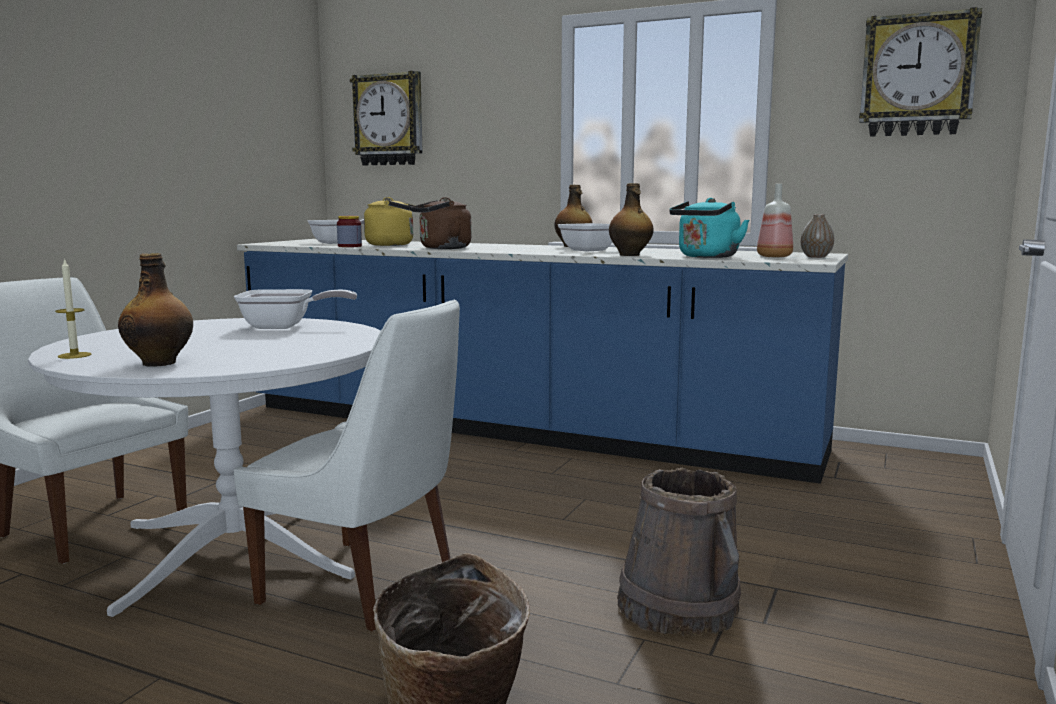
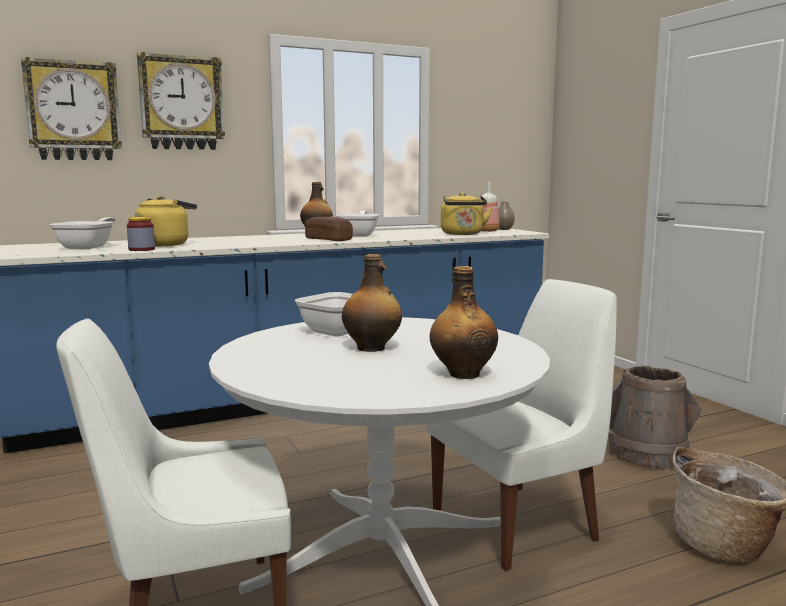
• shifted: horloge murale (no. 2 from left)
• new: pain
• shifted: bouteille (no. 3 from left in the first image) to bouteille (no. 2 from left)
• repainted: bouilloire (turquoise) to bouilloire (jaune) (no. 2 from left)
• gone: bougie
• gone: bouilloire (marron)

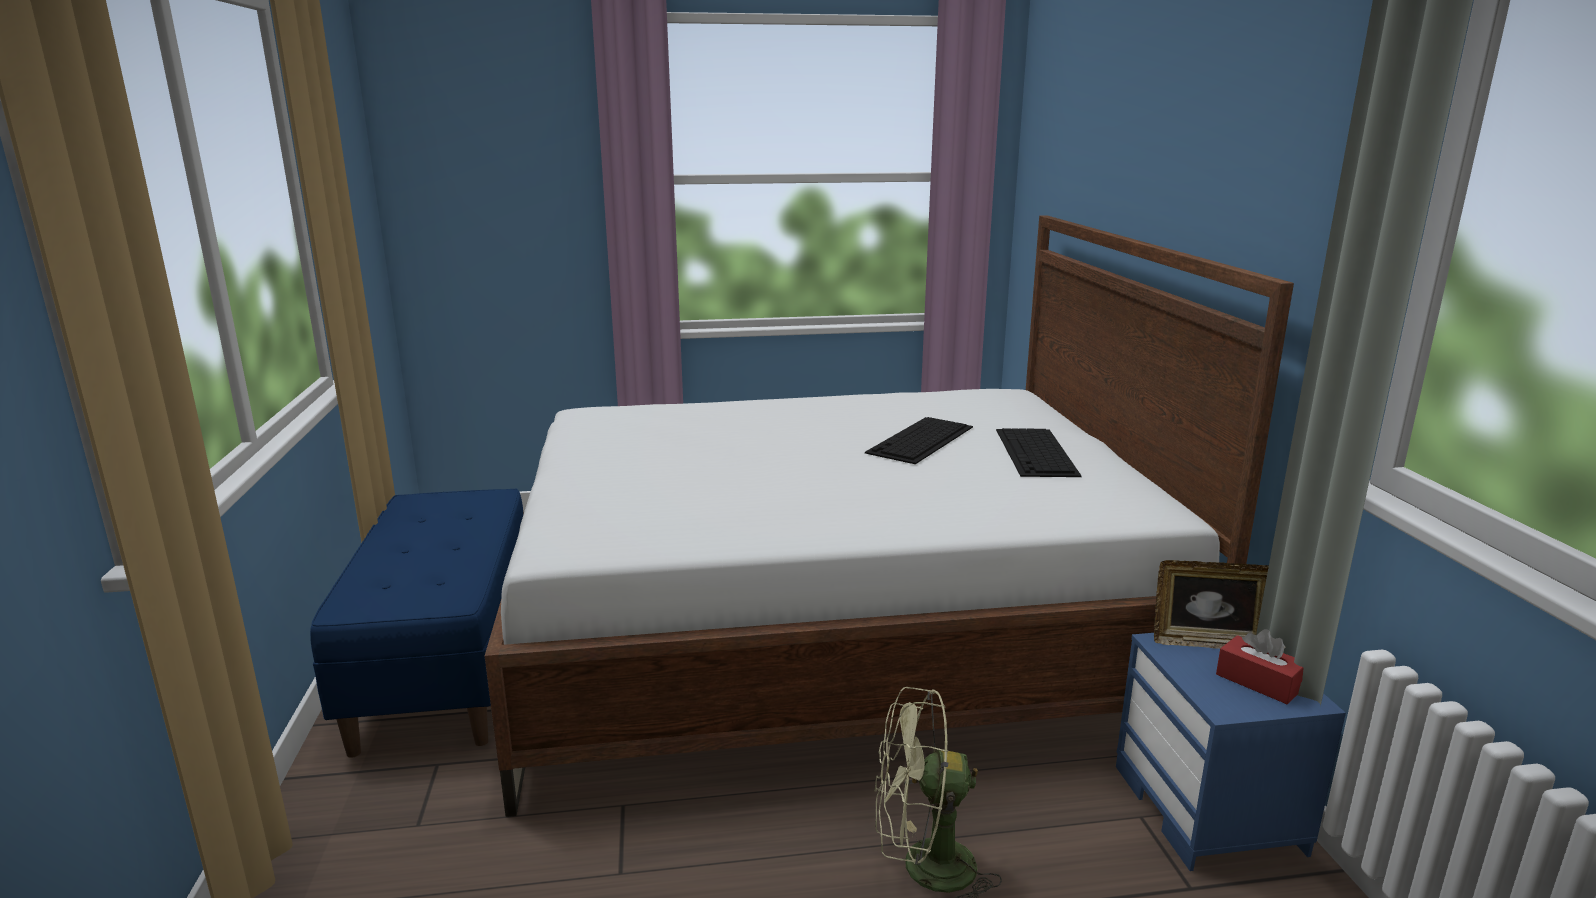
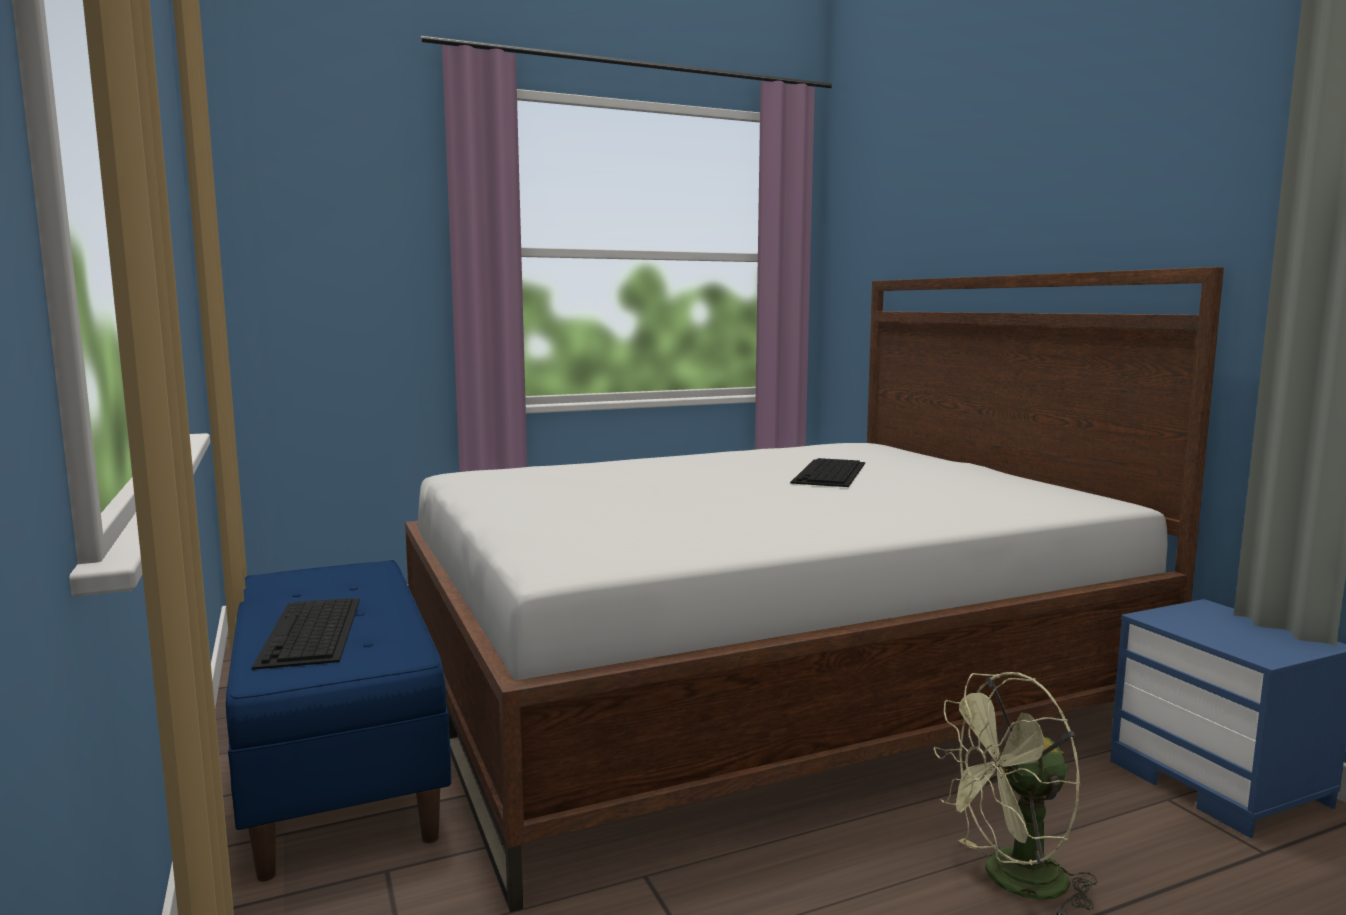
• shifted: clavier (no. 2 from left in the first image) to clavier (no. 1 from left)
• gone: cadre photo
• gone: boîte à mouchoirs (rouge)

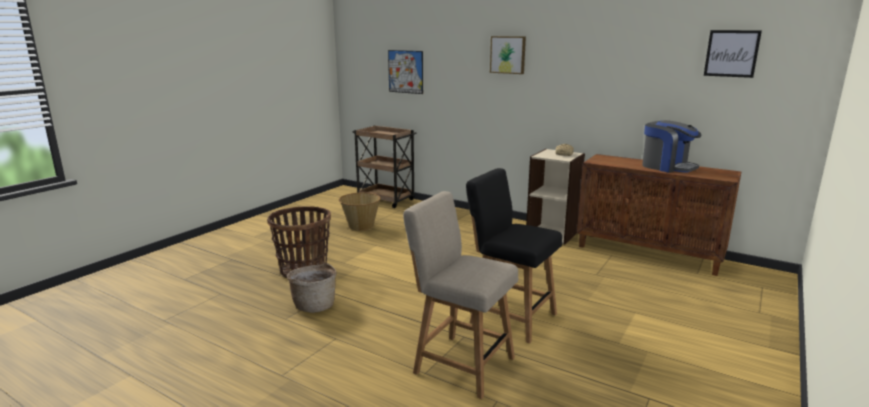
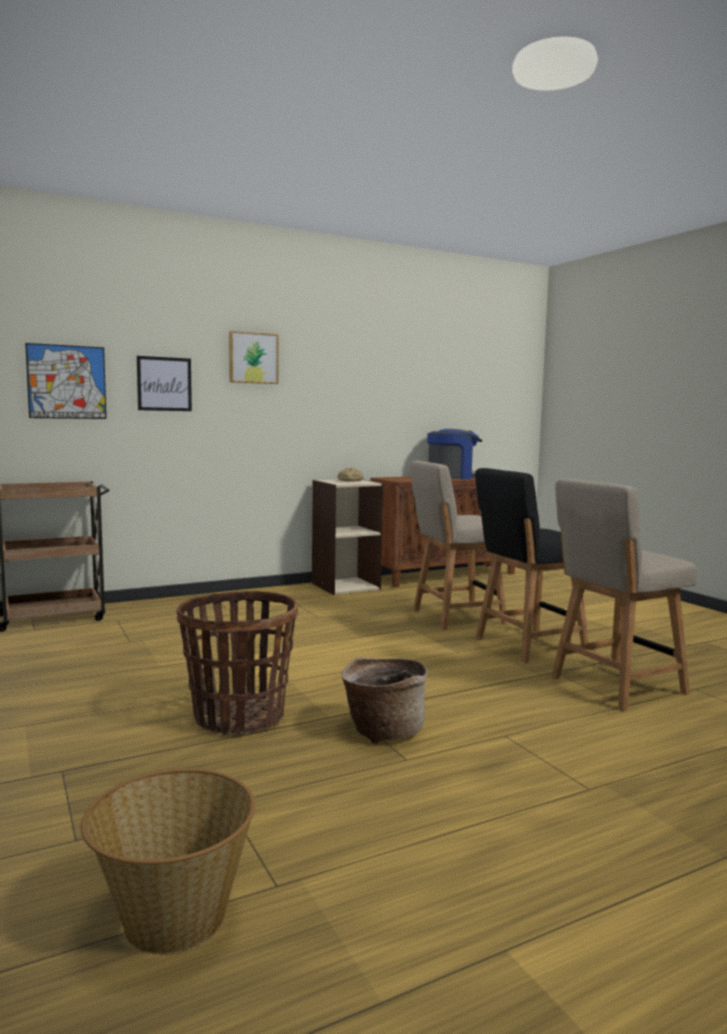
• shifted: panier (no. 3 from left in the first image) to panier (no. 1 from left)
• shifted: tableau (no. 3 from left in the first image) to tableau (no. 2 from left)
• new: chaise (beige) (no. 1 from left)

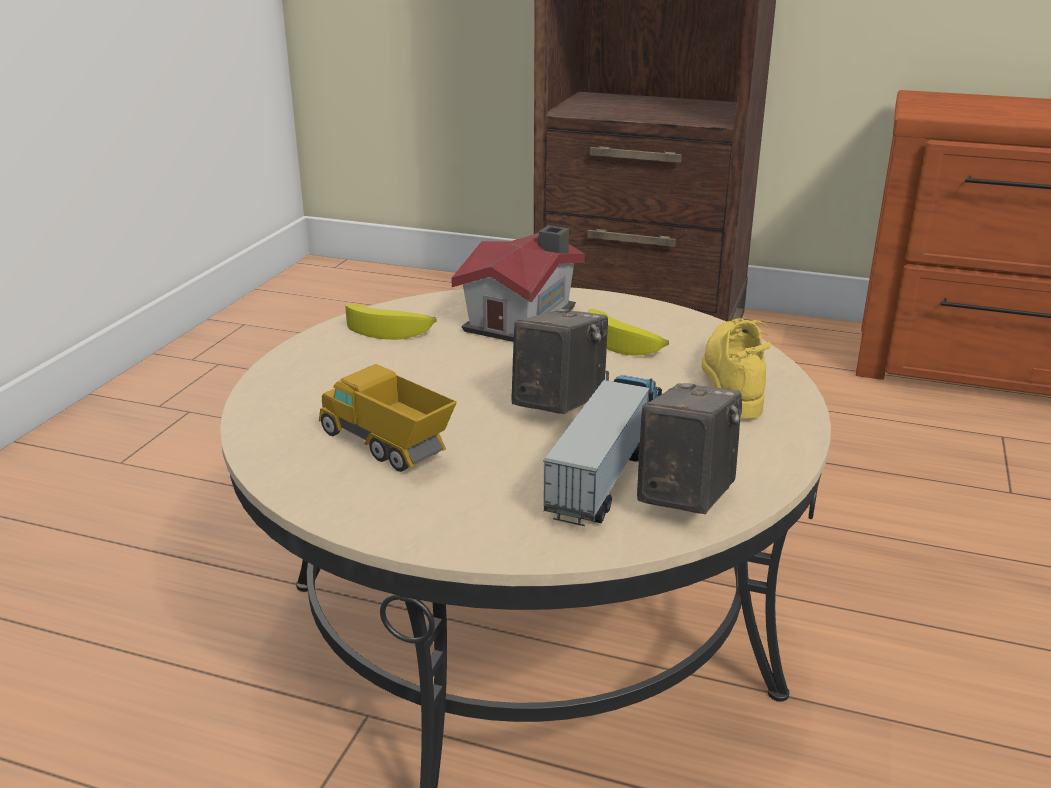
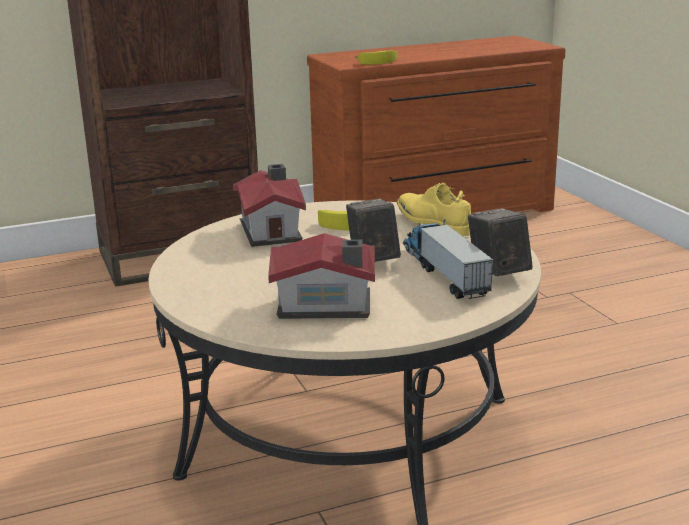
• swapped: camion jouet (no. 1 from left) to maison miniature (no. 2 from left)
• shifted: banane (no. 1 from left in the first image) to banane (no. 2 from left)

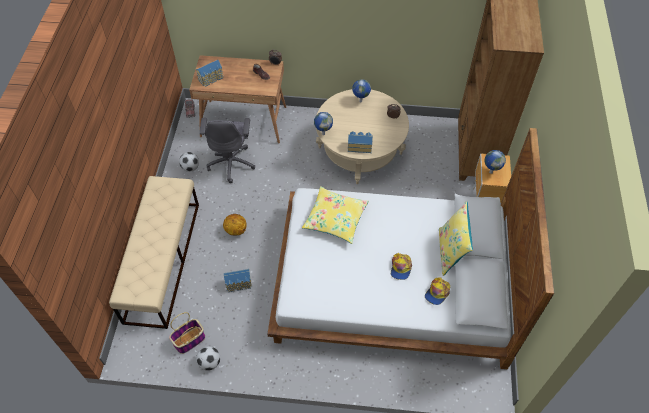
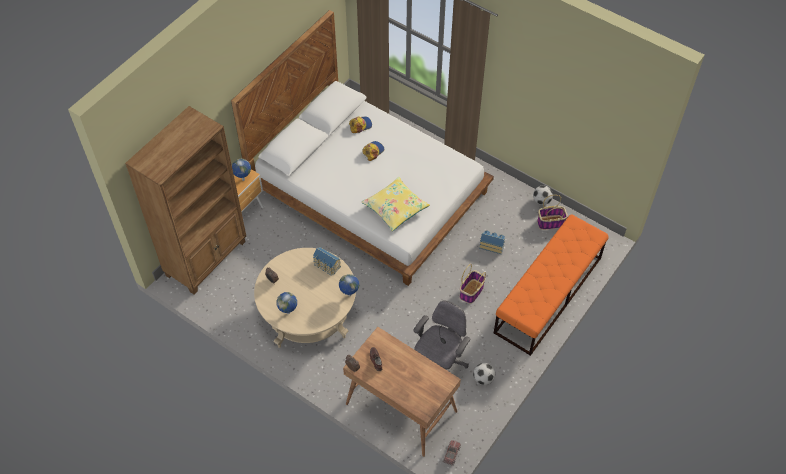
• swapped: ballon de basket to panier (no. 1 from left)
• repainted: banc (beige) to banc (orange)
• gone: maison miniature (no. 1 from left)
• gone: coussin (jaune) (no. 2 from left)

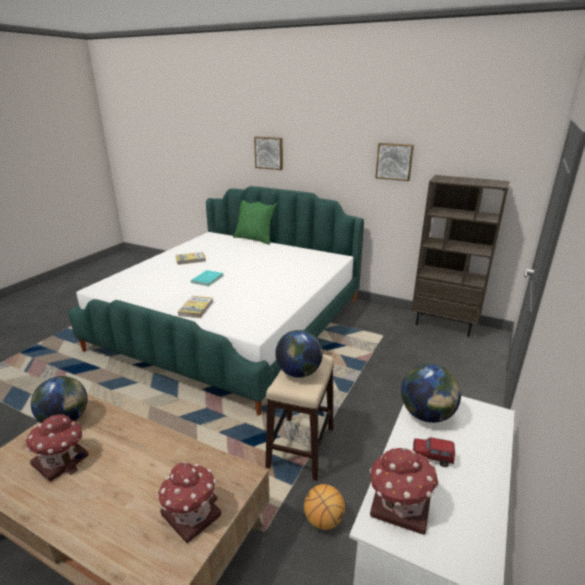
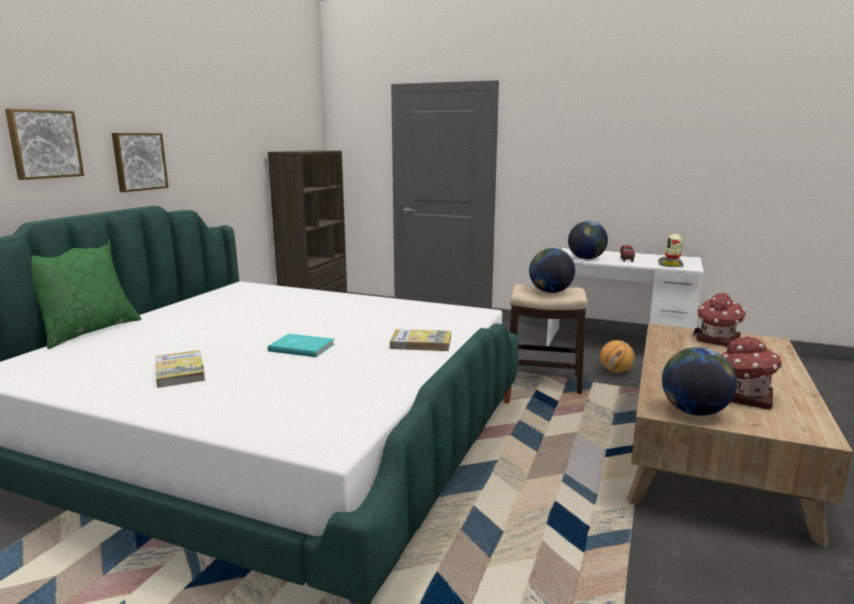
• shifted: tableau (no. 2 from left)
• swapped: maison miniature (no. 3 from left) to robot jouet

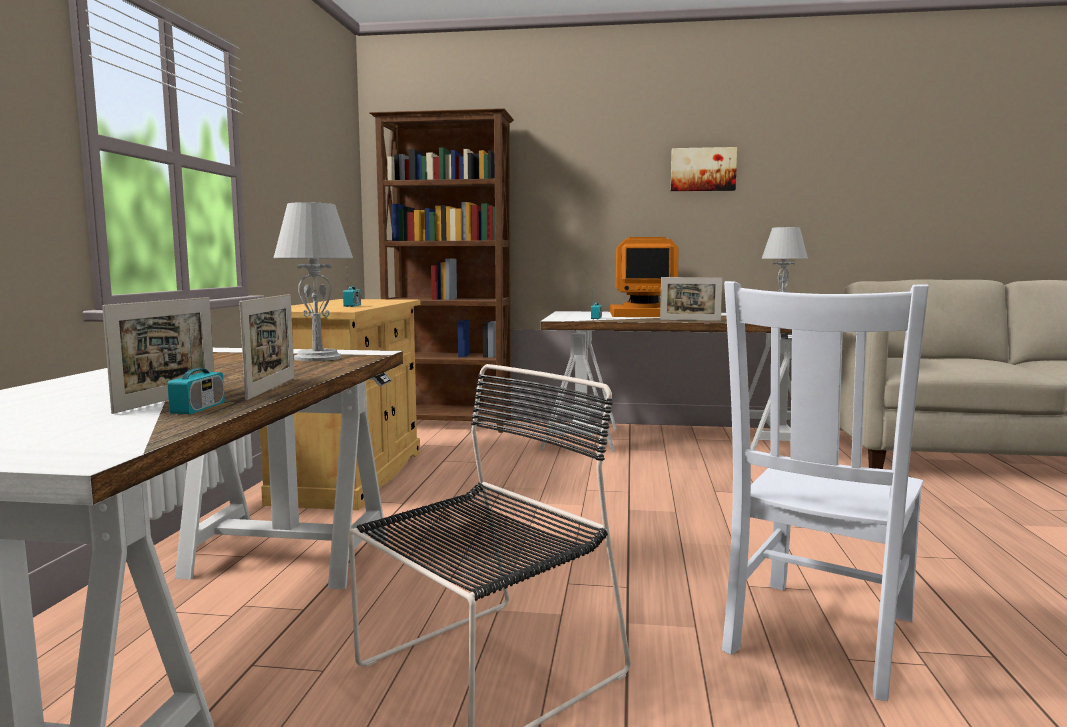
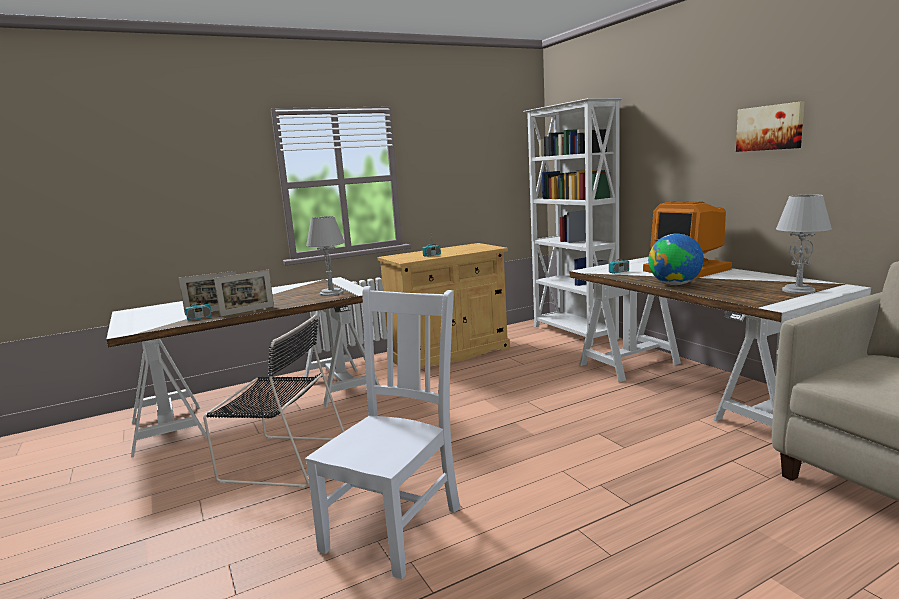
• rotated: chaise (blanc) 120 degrees clockwise
• repainted: bibliothèque (marron) to bibliothèque (blanc)
• swapped: cadre photo (no. 3 from left) to globe

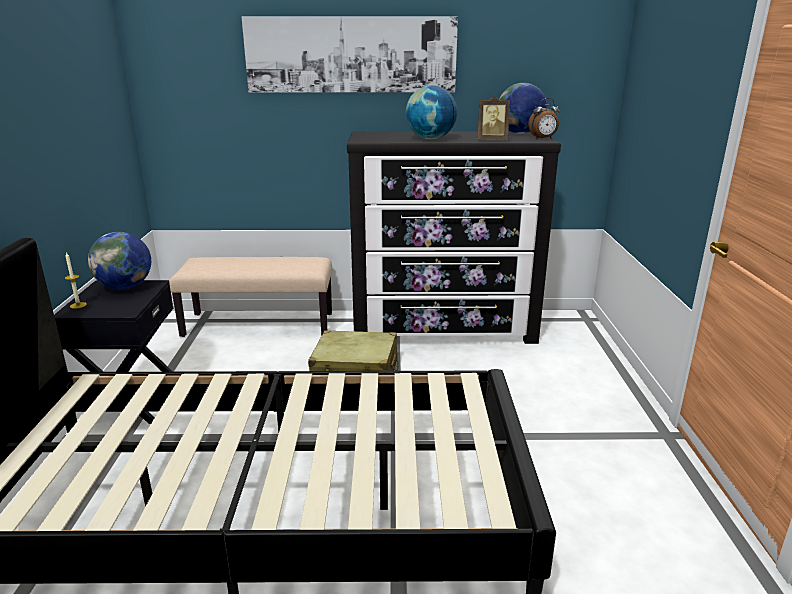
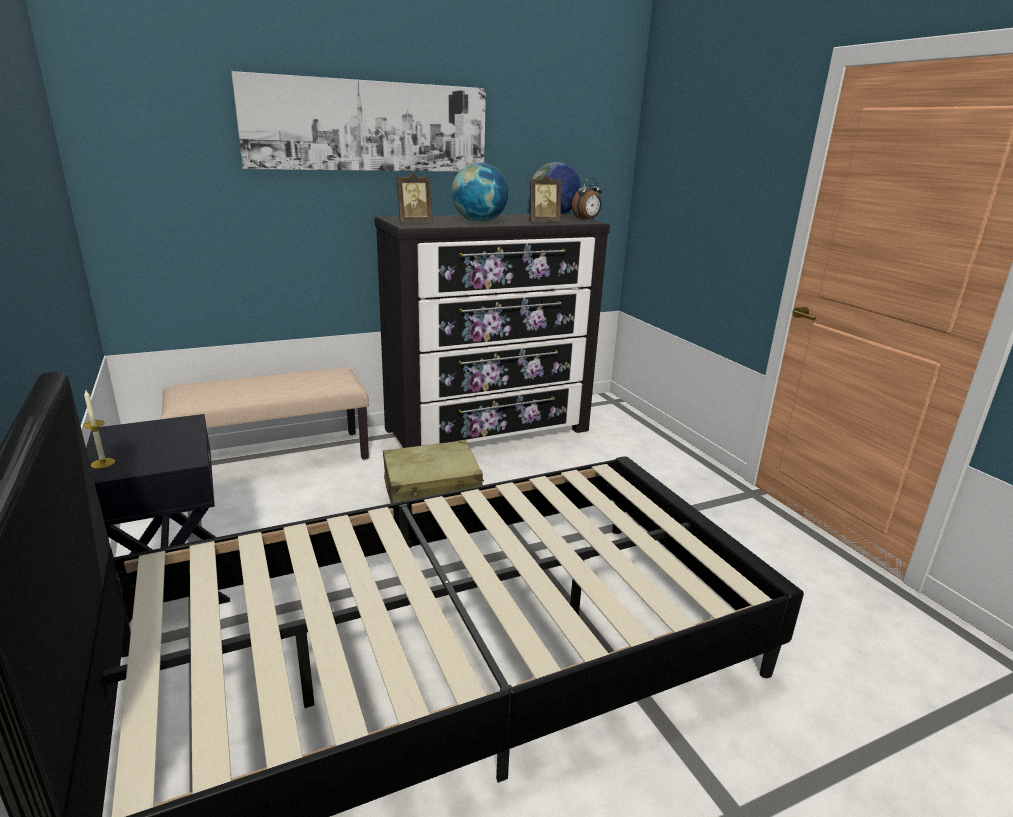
• new: cadre photo (no. 1 from left)
• gone: globe (no. 1 from left)

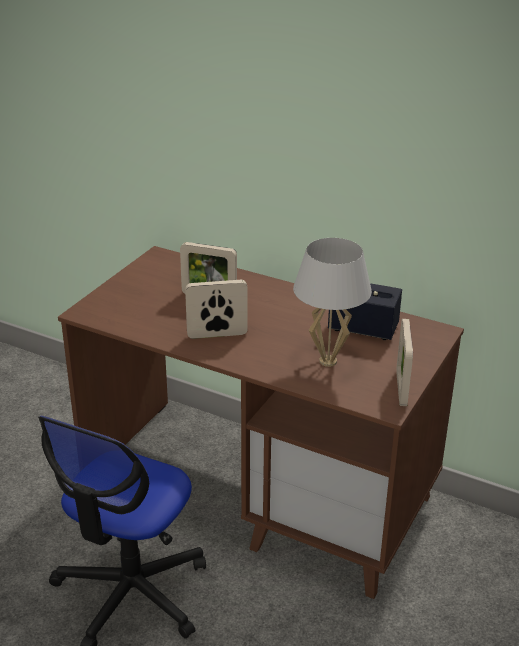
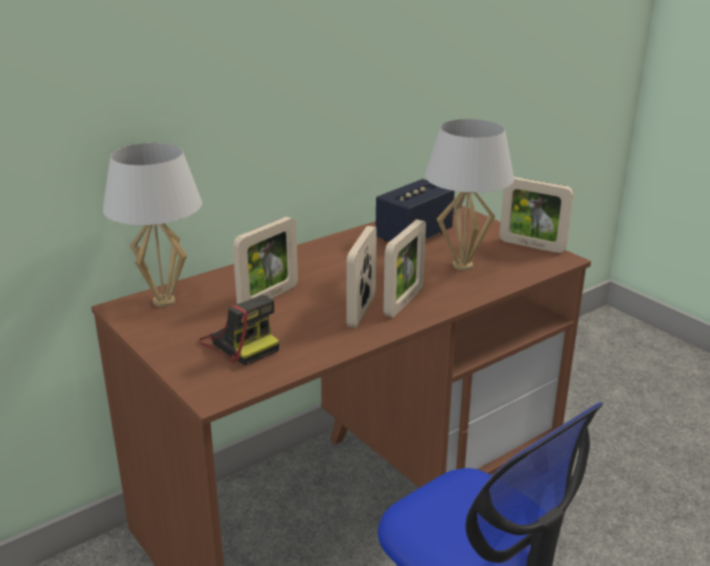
• new: lampe de table (blanc) (no. 1 from left)
• new: appareil photo
• new: cadre photo (no. 3 from left)

